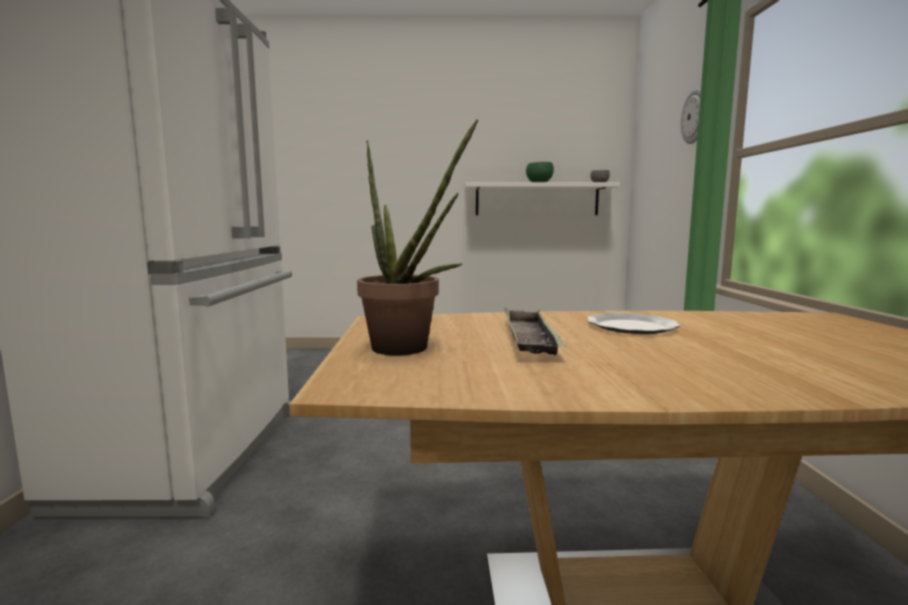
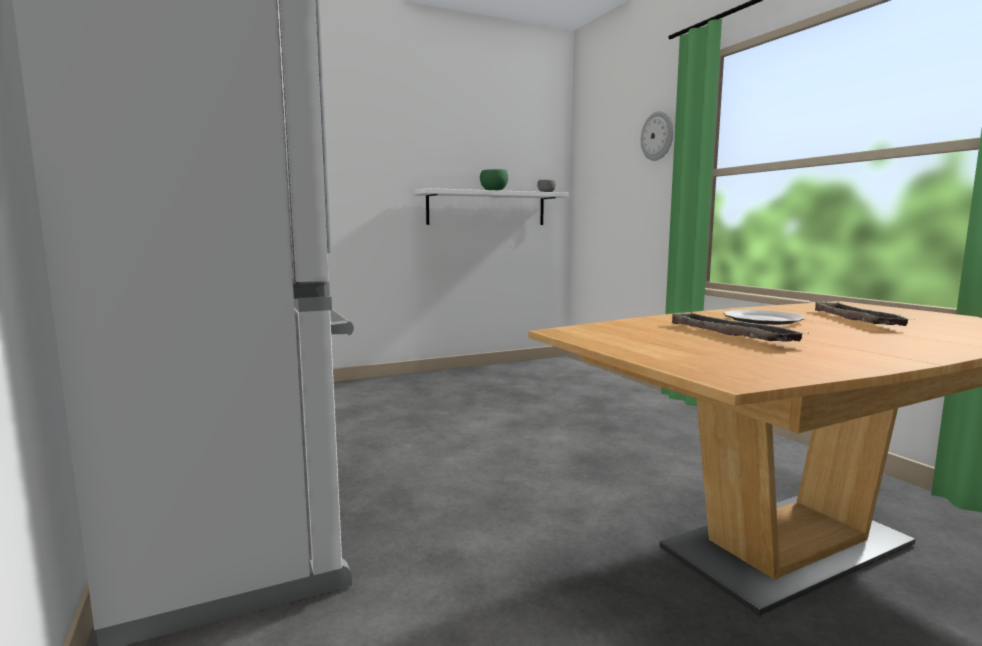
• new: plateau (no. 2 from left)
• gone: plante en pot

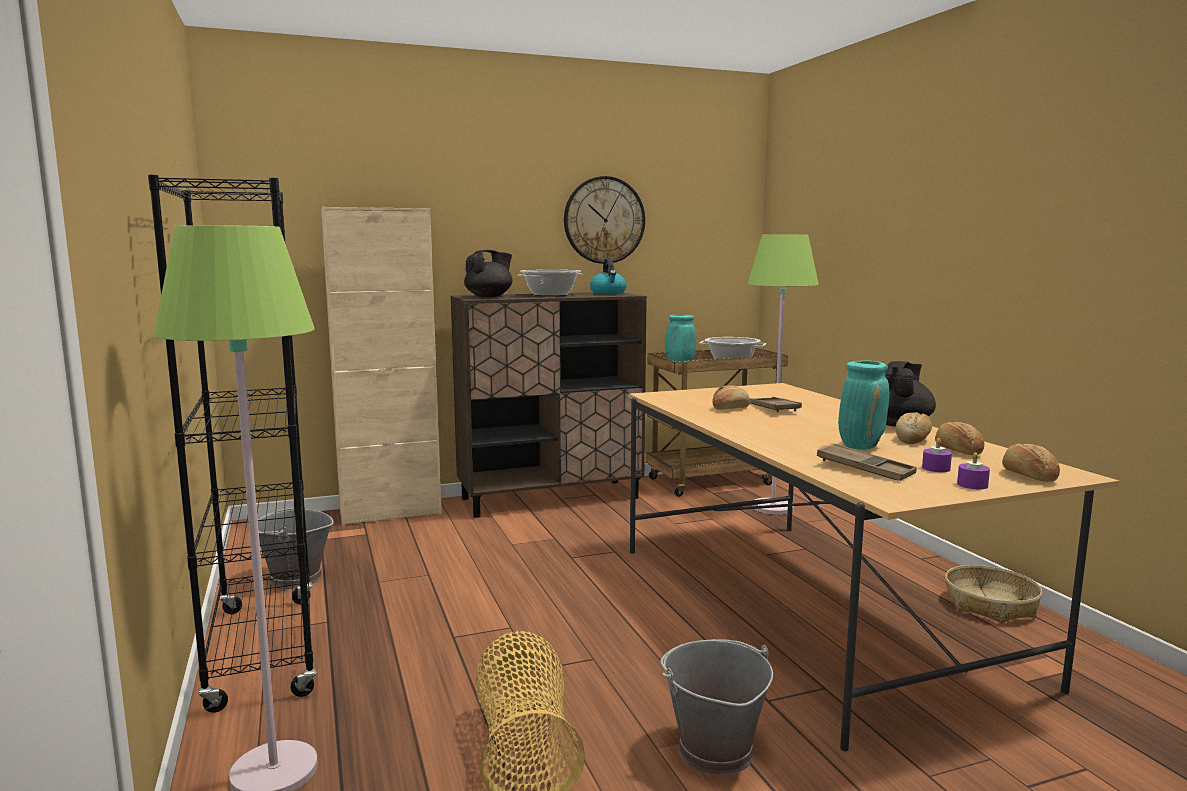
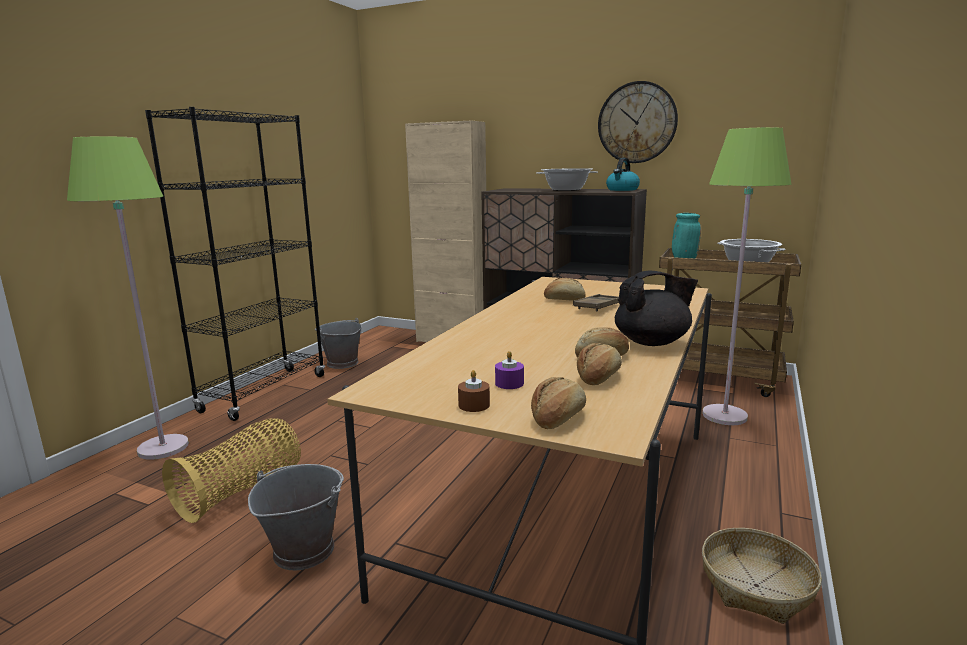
• repainted: bougie (violet) (no. 2 from left) to bougie (marron)
• gone: théière (noir) (no. 1 from left)
• gone: plateau (marron) (no. 2 from left)
• gone: vase (turquoise) (no. 2 from left)

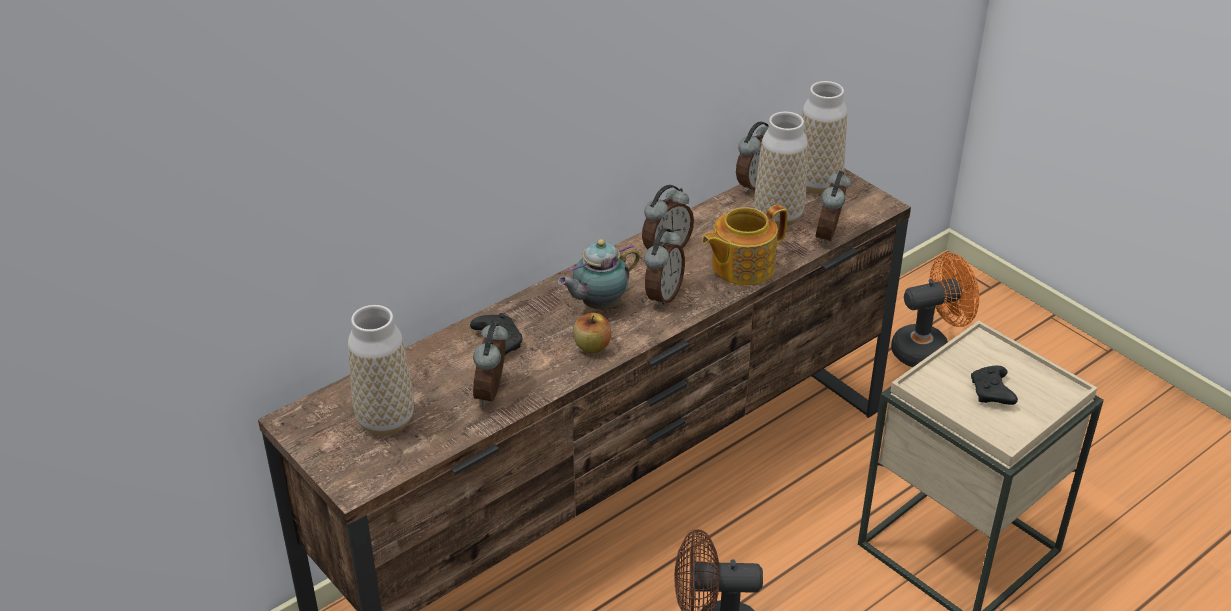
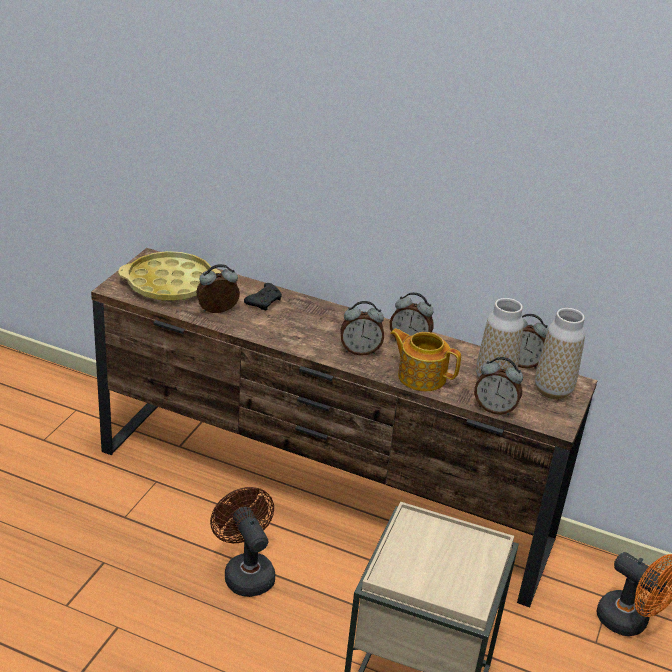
• swapped: vase (no. 1 from left) to plateau (jaune)
• rotated: réveil (no. 5 from left in the first image) 150 degrees counterclockwise
• gone: théière (no. 1 from left)
• gone: pomme
• gone: manette (noir) (no. 2 from left)

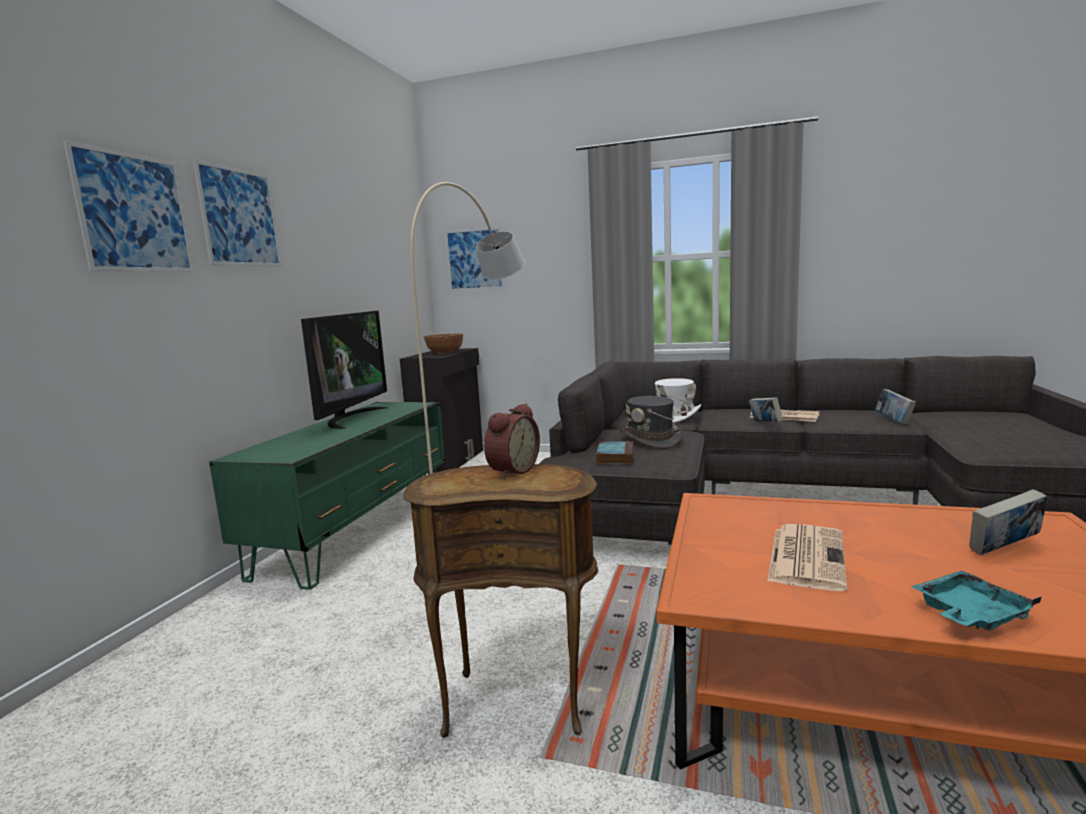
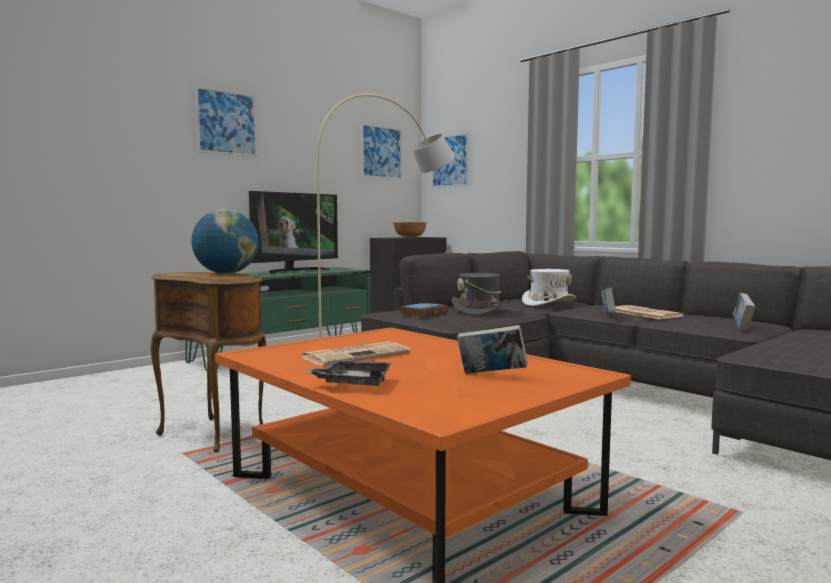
• swapped: réveil to globe
• repainted: plateau (turquoise) to plateau (gris)
• shifted: tableau (no. 1 from left in the first image) to tableau (no. 2 from left)

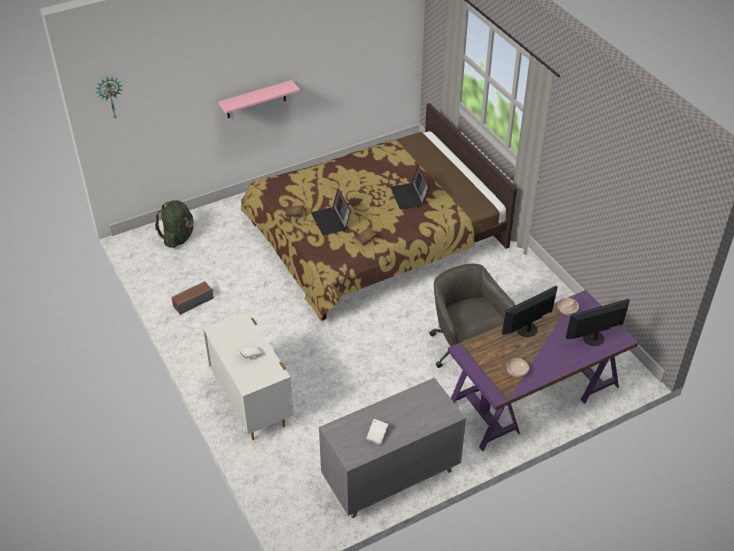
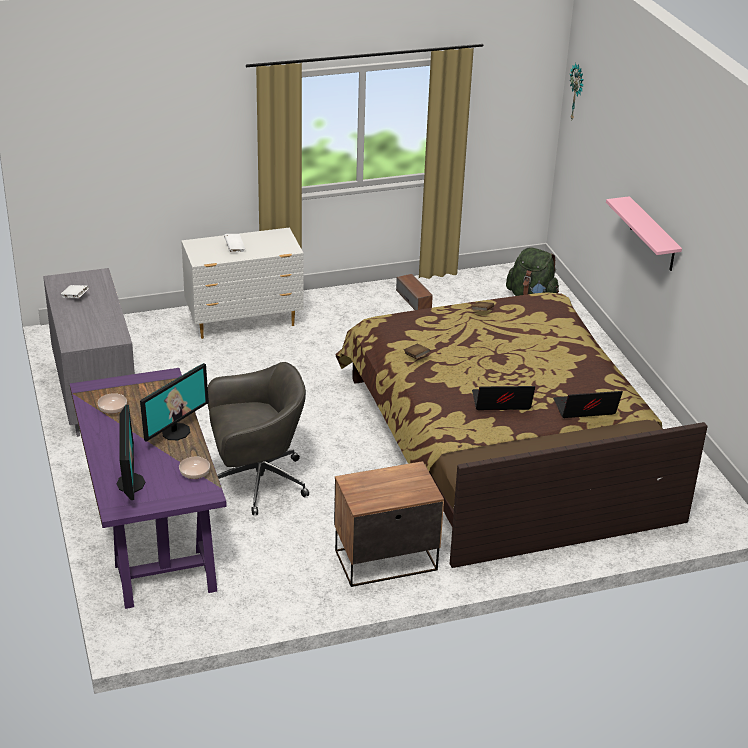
• rotated: écran d'ordinateur (no. 1 from left in the first image) 60 degrees clockwise
• new: table de chevet
• shifted: ordinateur portable (no. 1 from left in the first image) to ordinateur portable (no. 2 from left)

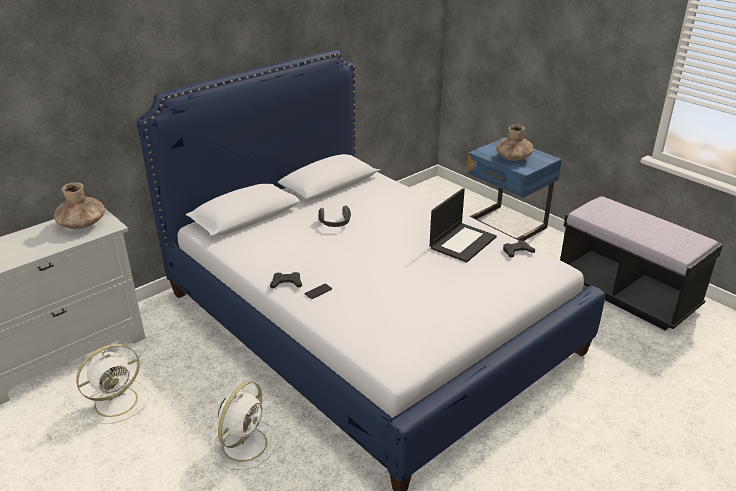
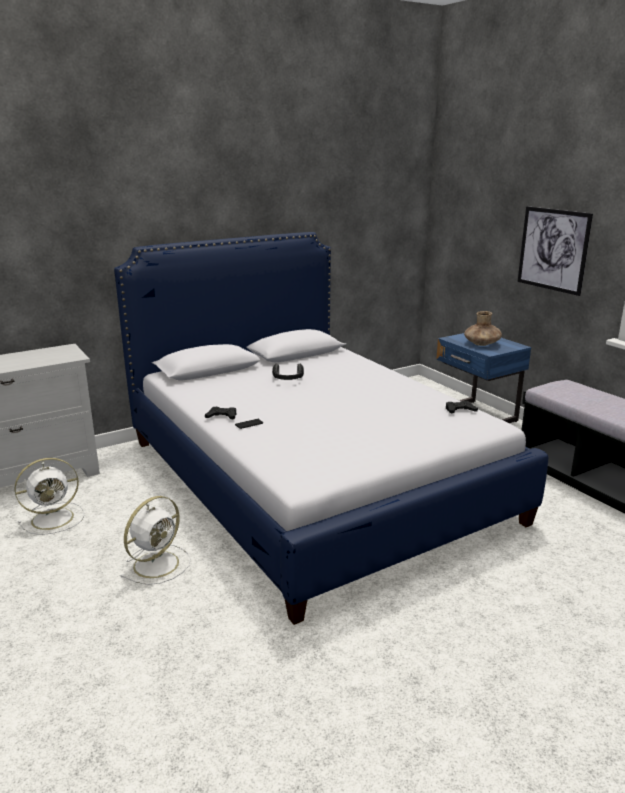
• new: tableau
• gone: vase (marron) (no. 1 from left)
• gone: ordinateur portable

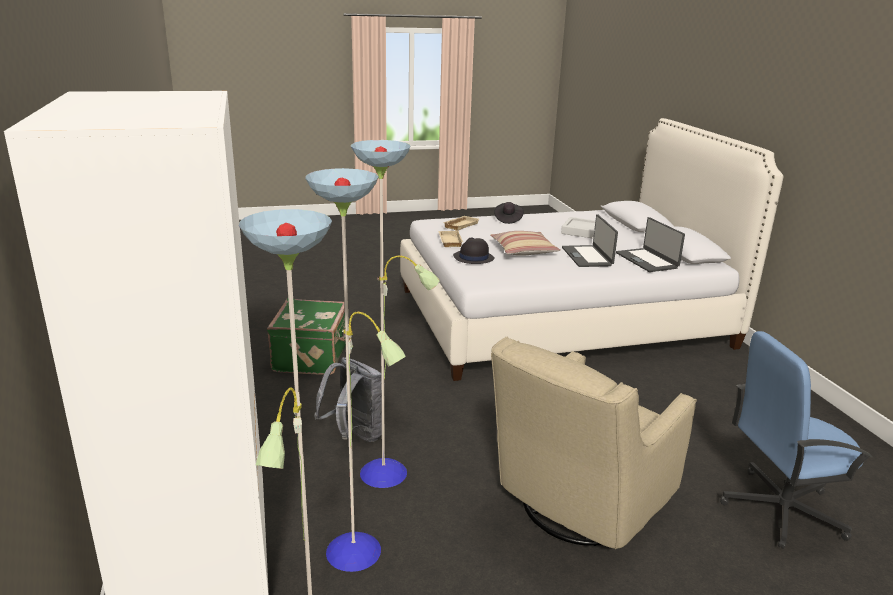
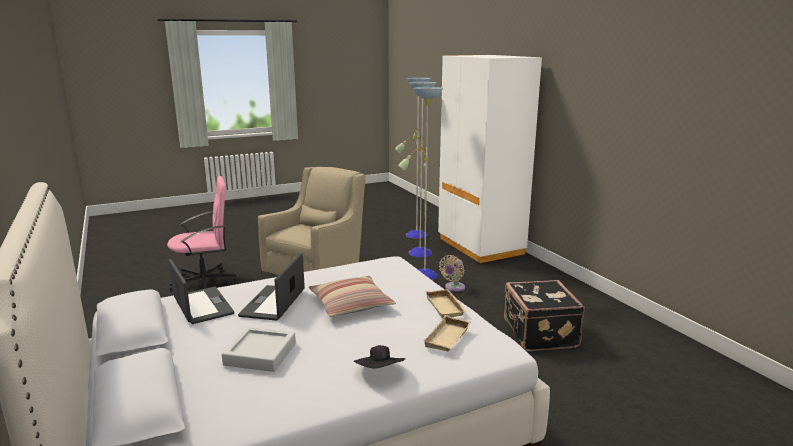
• repainted: chaise de bureau (bleu) to chaise de bureau (rose)
• rotated: ordinateur portable (no. 1 from left in the first image) 150 degrees counterclockwise
• swapped: sac à dos (gris) to ventilateur (beige)
• repainted: valise (vert) to valise (noir)
• gone: chapeau (noir) (no. 1 from left)

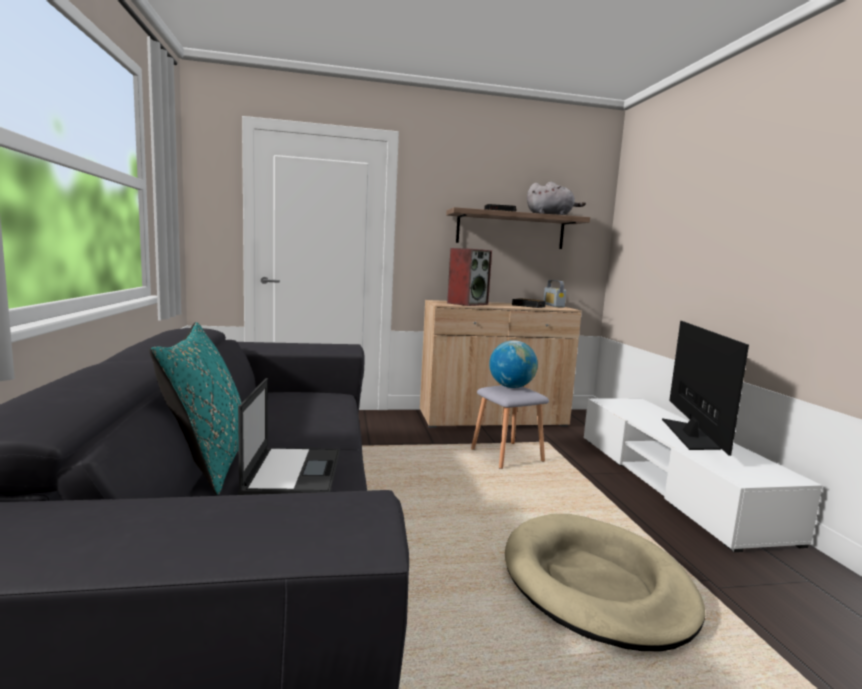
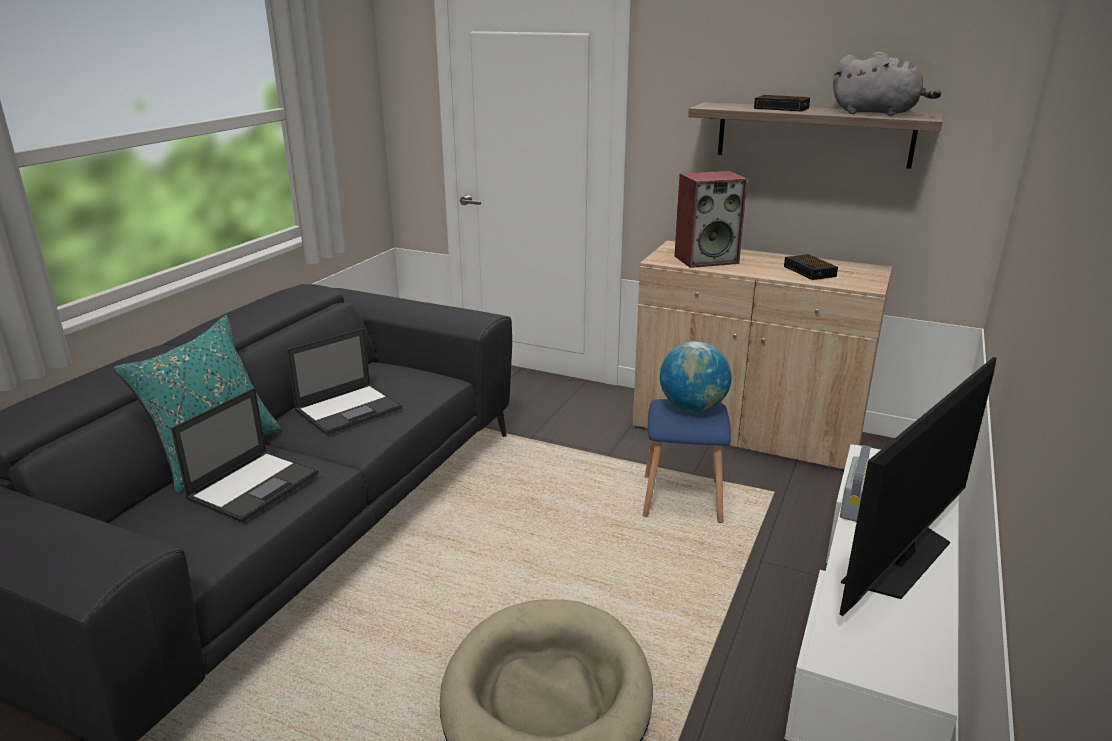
• new: ordinateur portable (no. 2 from left)
• repainted: tabouret (gris) to tabouret (bleu)
• shifted: radio

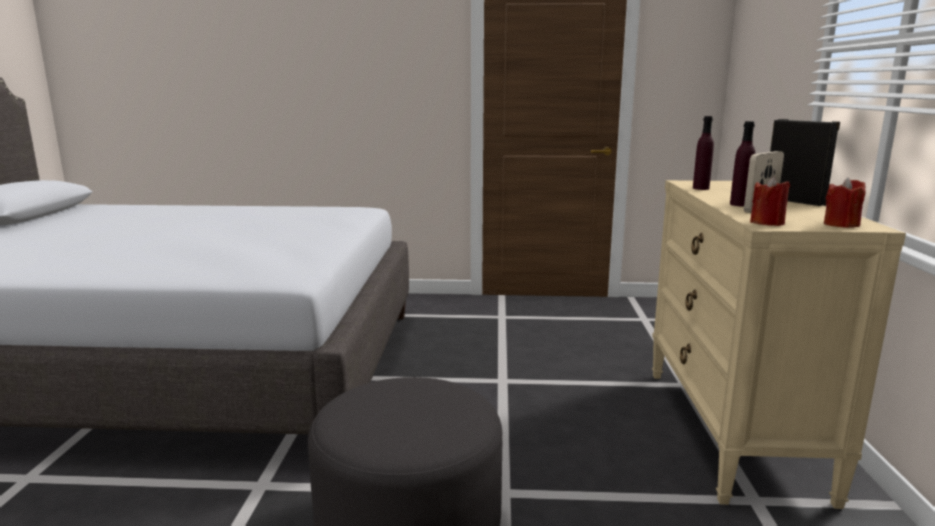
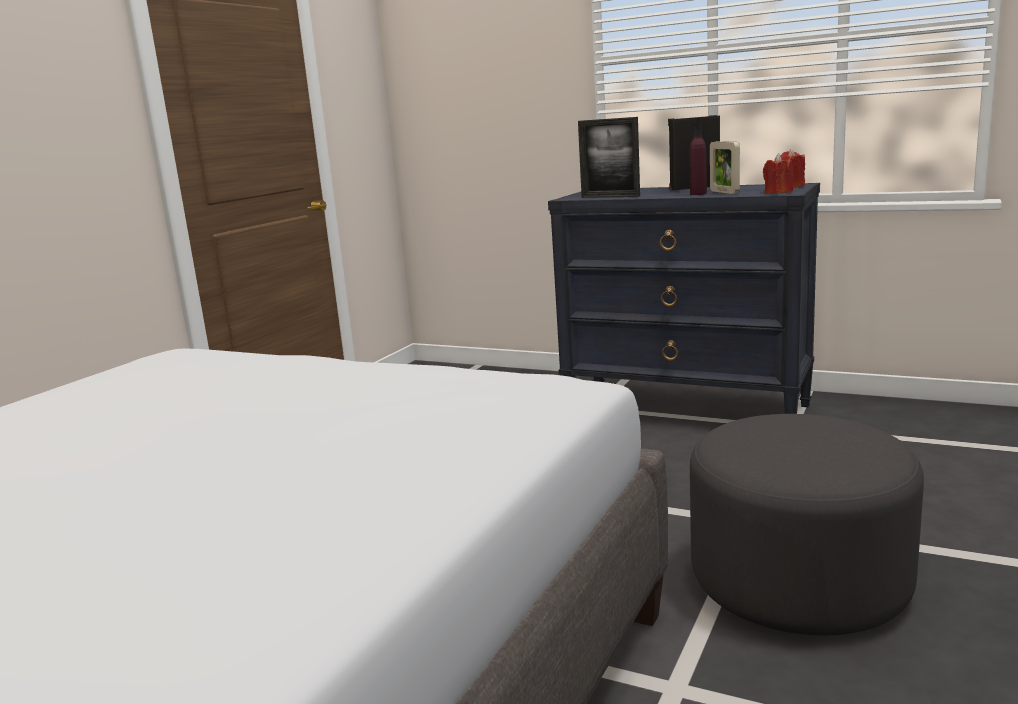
• repainted: commode (beige) to commode (noir)
• swapped: bouteille (violet) (no. 1 from left) to cadre photo (no. 1 from left)

